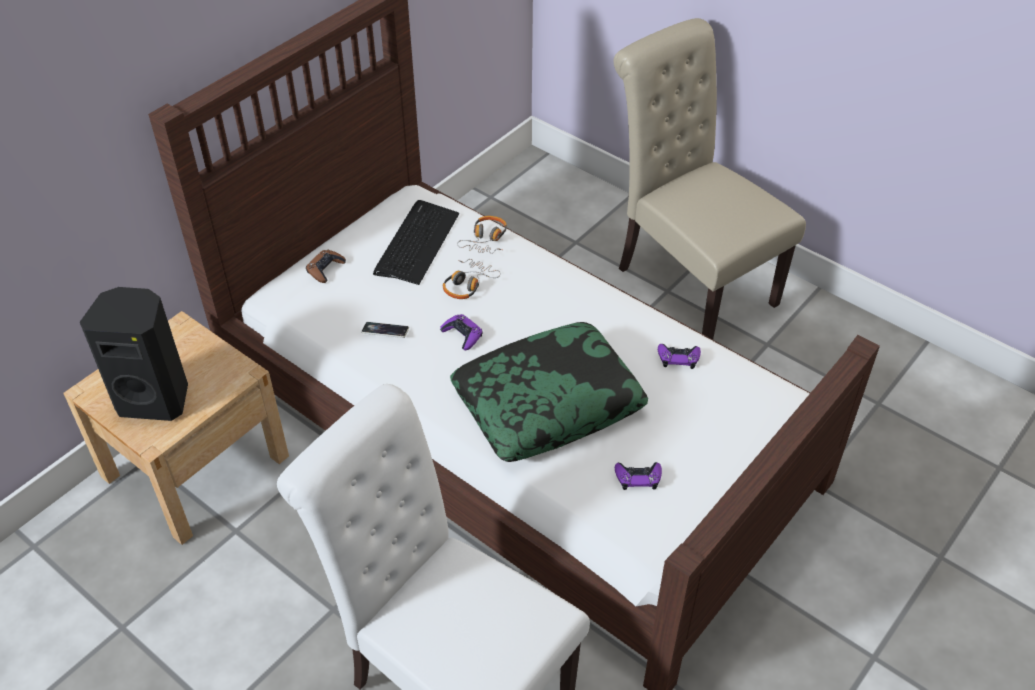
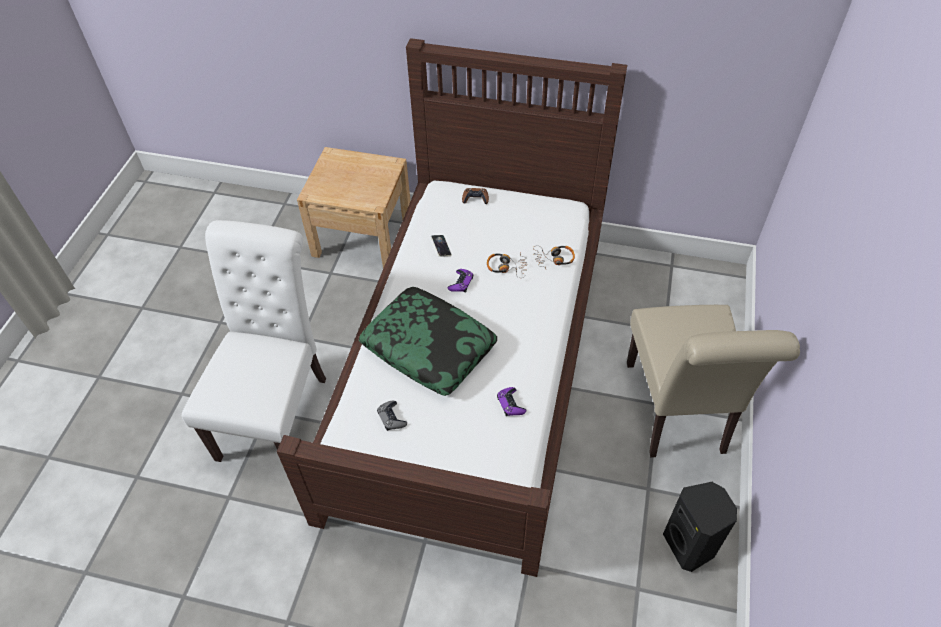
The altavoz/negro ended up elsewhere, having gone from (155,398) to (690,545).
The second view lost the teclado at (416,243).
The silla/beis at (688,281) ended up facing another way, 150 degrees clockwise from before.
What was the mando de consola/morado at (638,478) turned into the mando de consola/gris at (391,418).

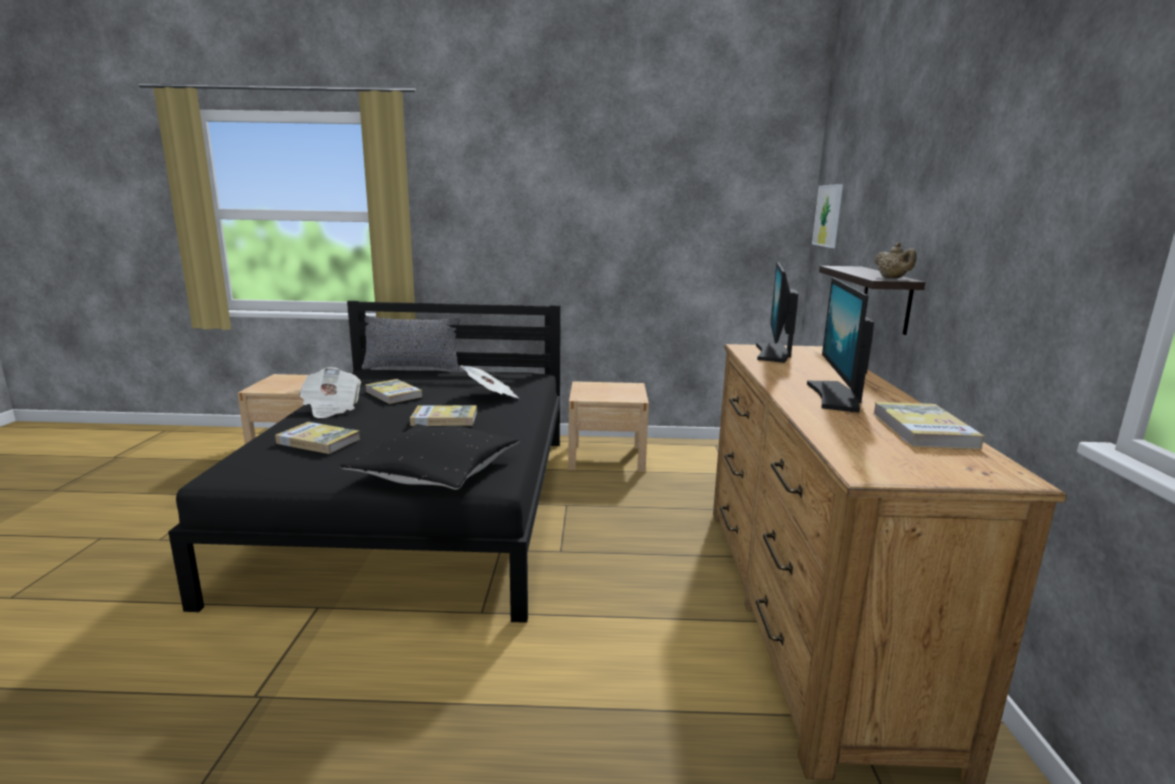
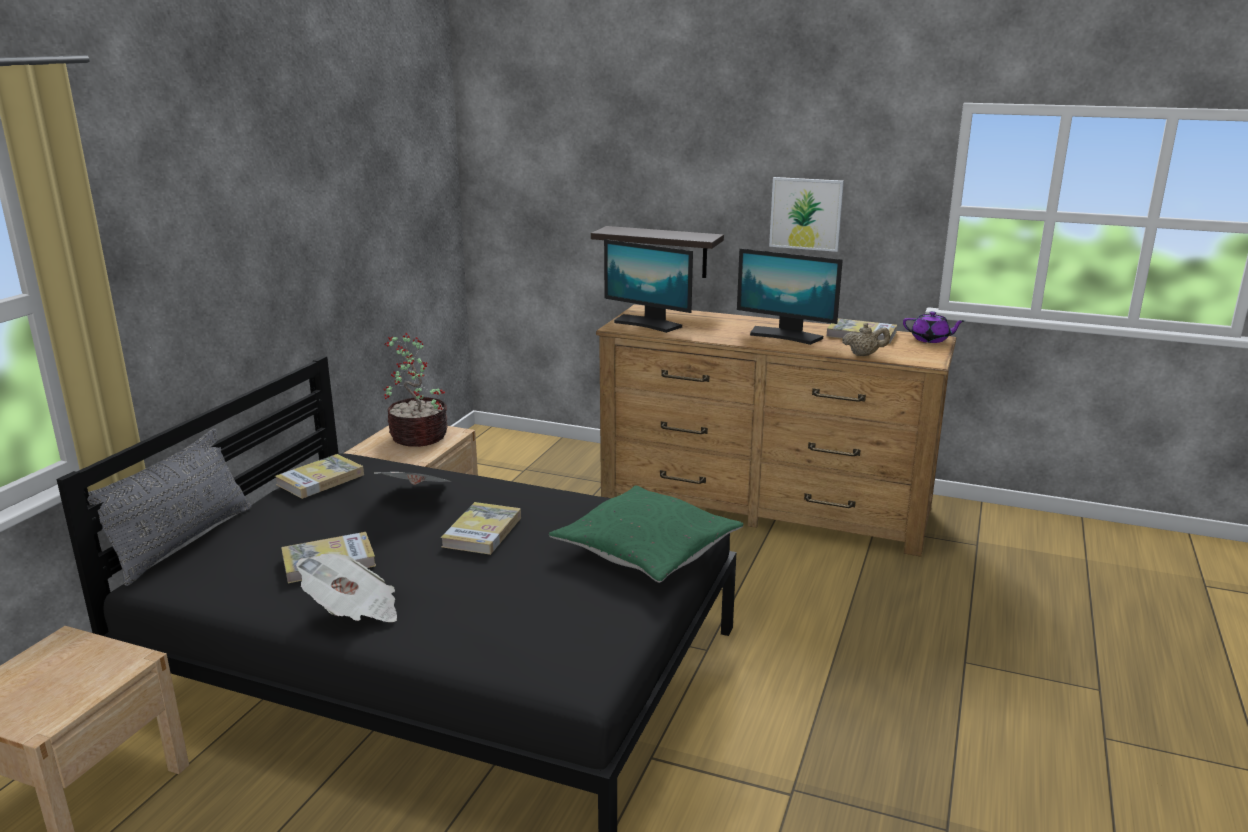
The libro ended up elsewhere, having gone from (318,441) to (320,480).
What was the cojín/negro at (435,471) turned into the cojín/verde at (646,549).
The cuadro ended up elsewhere, having gone from (828,216) to (806,214).
The tetera/beis ended up elsewhere, having gone from (892,278) to (864,355).
The second view gained the planta en maceta at (417,436).
The second view gained the tetera/morado at (930,339).

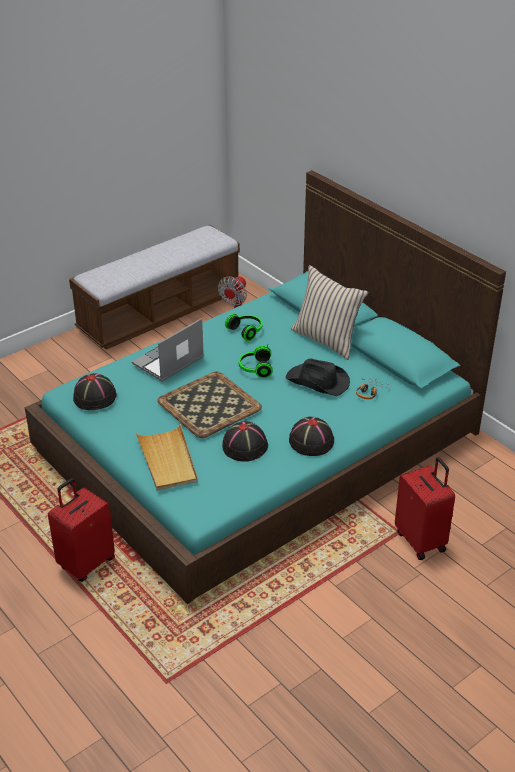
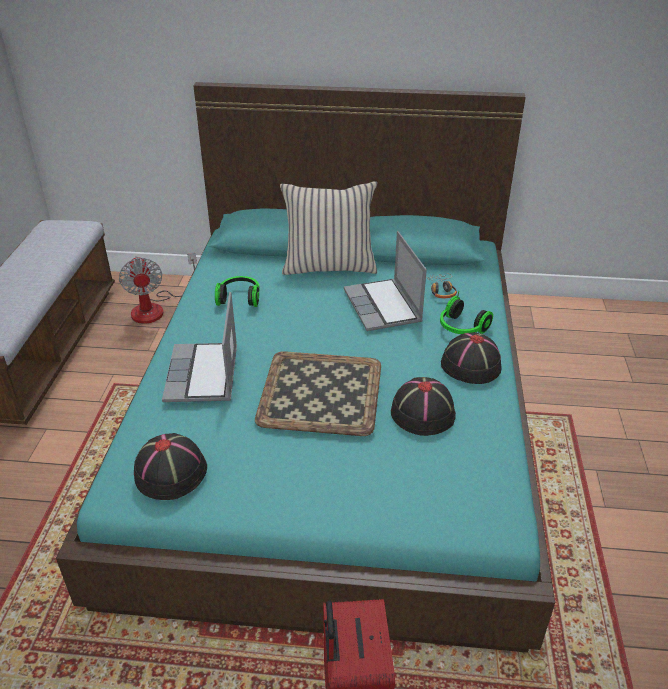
The second view lost the bandeja/beis at (167,460).
The auriculares ended up elsewhere, having gone from (255,368) to (461,328).
Where the sombrero/negro stood at (318,382), the portátil came to stand at (383,307).
The second view lost the maleta/rojo at (421,541).

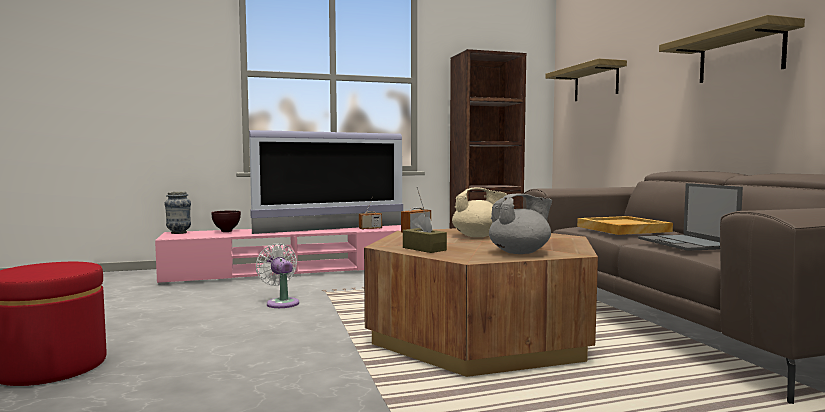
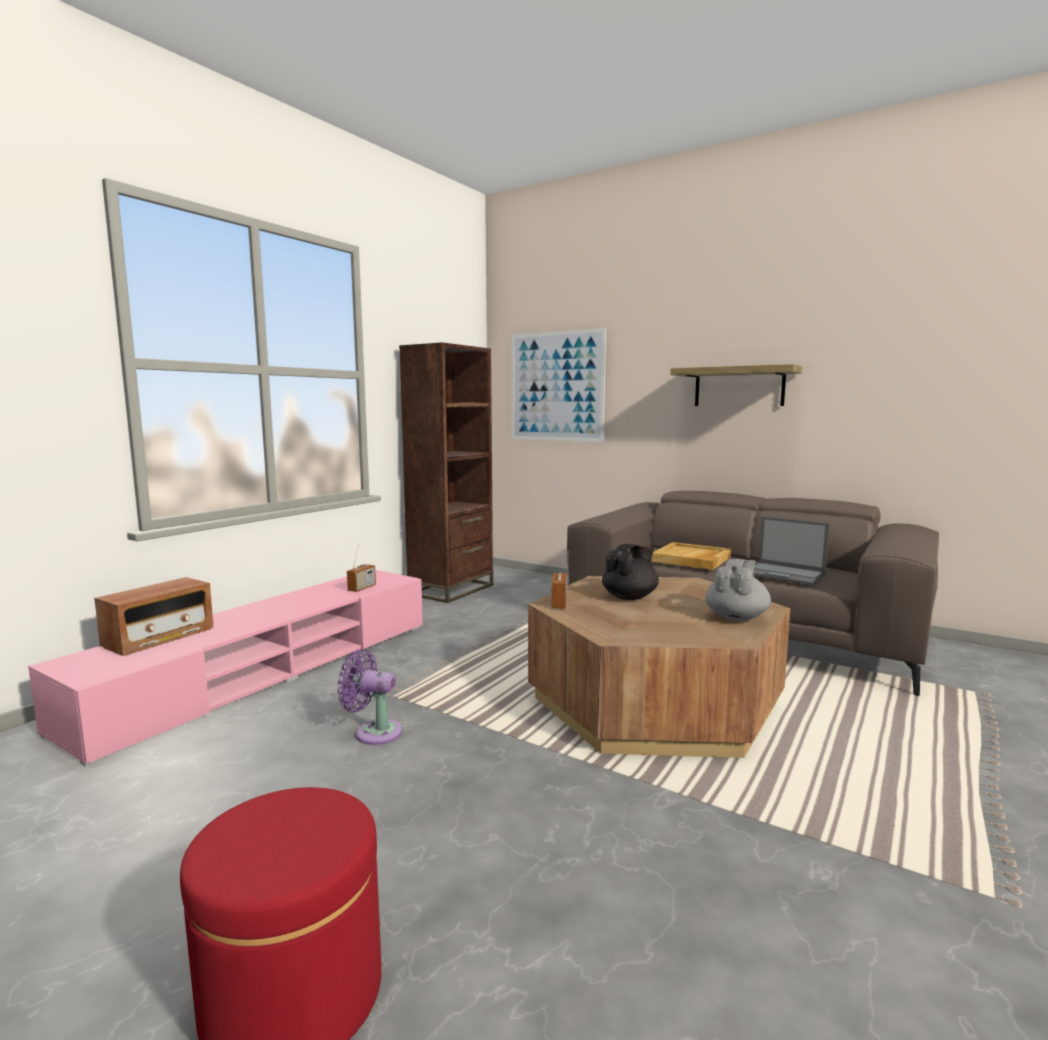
The second view lost the florero at (178,233).
Where the cuenco/marrón stood at (227,231), the radio came to stand at (159,638).
The second view lost the televisor at (331,229).
What was the ventilador/blanco at (281,303) turned into the ventilador/morado at (373,732).
The second view lost the caja de pañuelos/marrón at (424,249).
What was the tetera/beis at (478,236) turned into the tetera/negro at (630,597).
Where the estante hung at (596,82), the cuadro came to hang at (556,386).

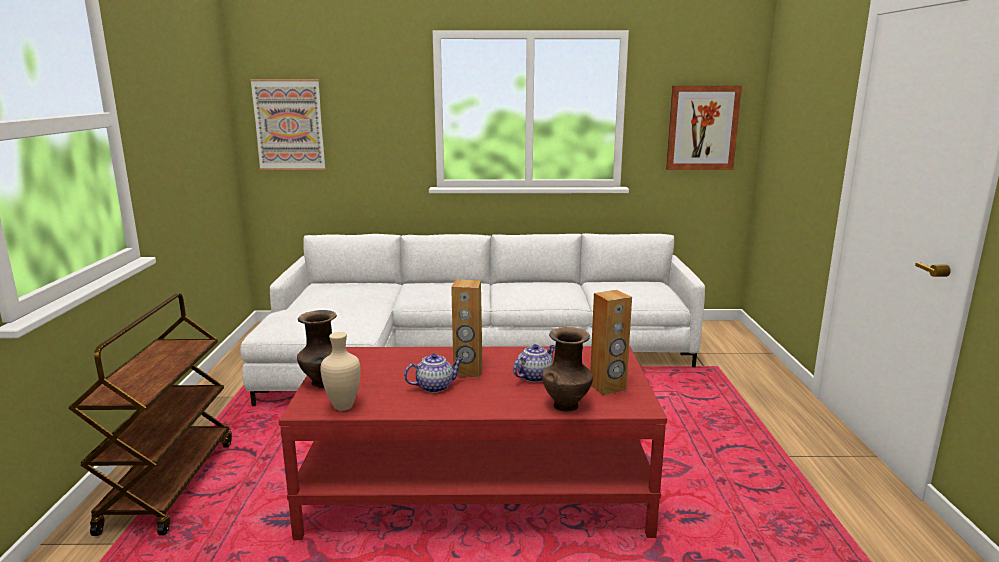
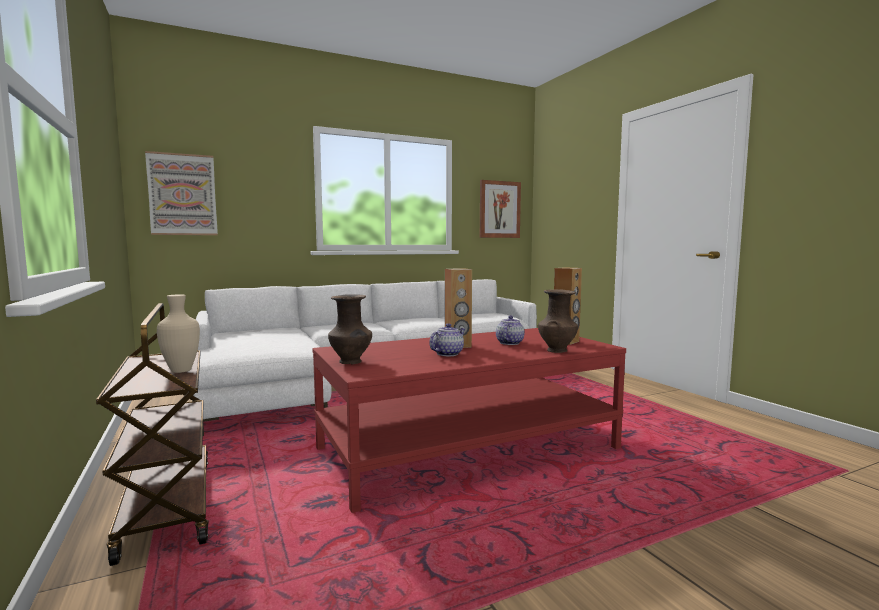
The florero/beis ended up elsewhere, having gone from (344,406) to (182,370).

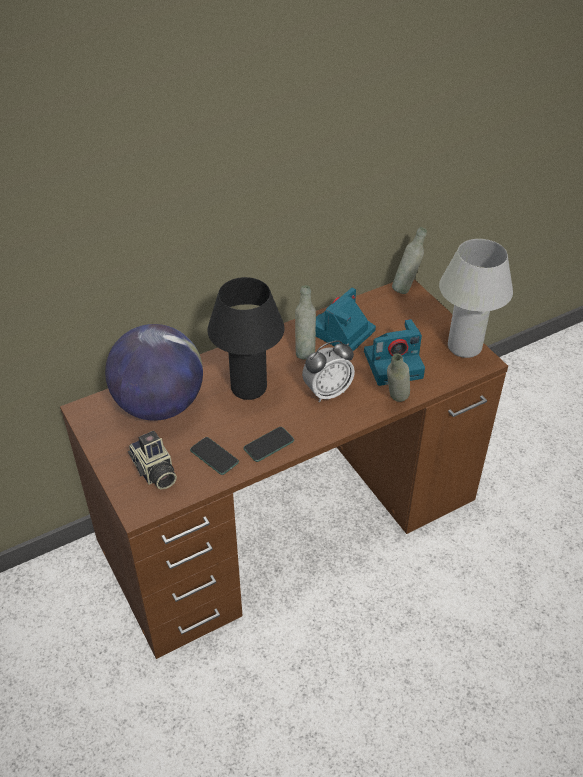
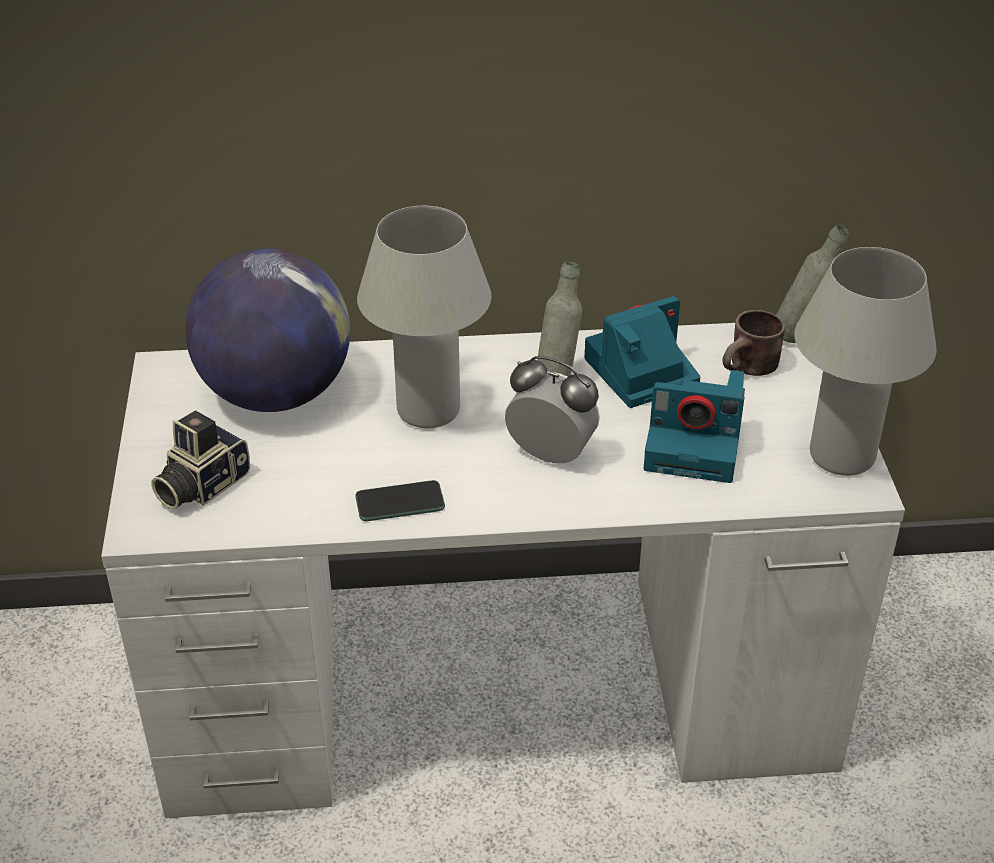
What was the escritorio/marrón at (291,519) turned into the escritorio/blanco at (498,688).
The cámara at (154,472) ended up facing another way, 45 degrees clockwise from before.
The second view lost the móvil at (214,456).
What was the lámpara de mesa/negro at (249,388) turned into the lámpara de mesa/blanco at (428,410).
The despertador at (327,392) ended up facing another way, 150 degrees counterclockwise from before.
The second view lost the botella/gris at (395,403).
The second view gained the taza grande/marrón at (751,370).

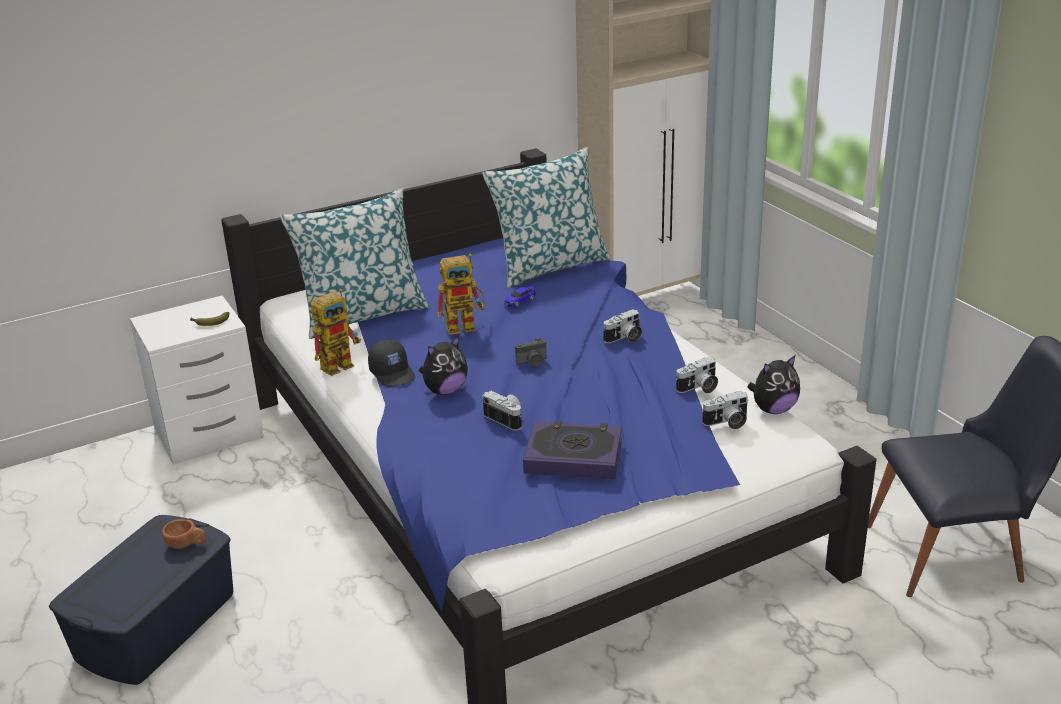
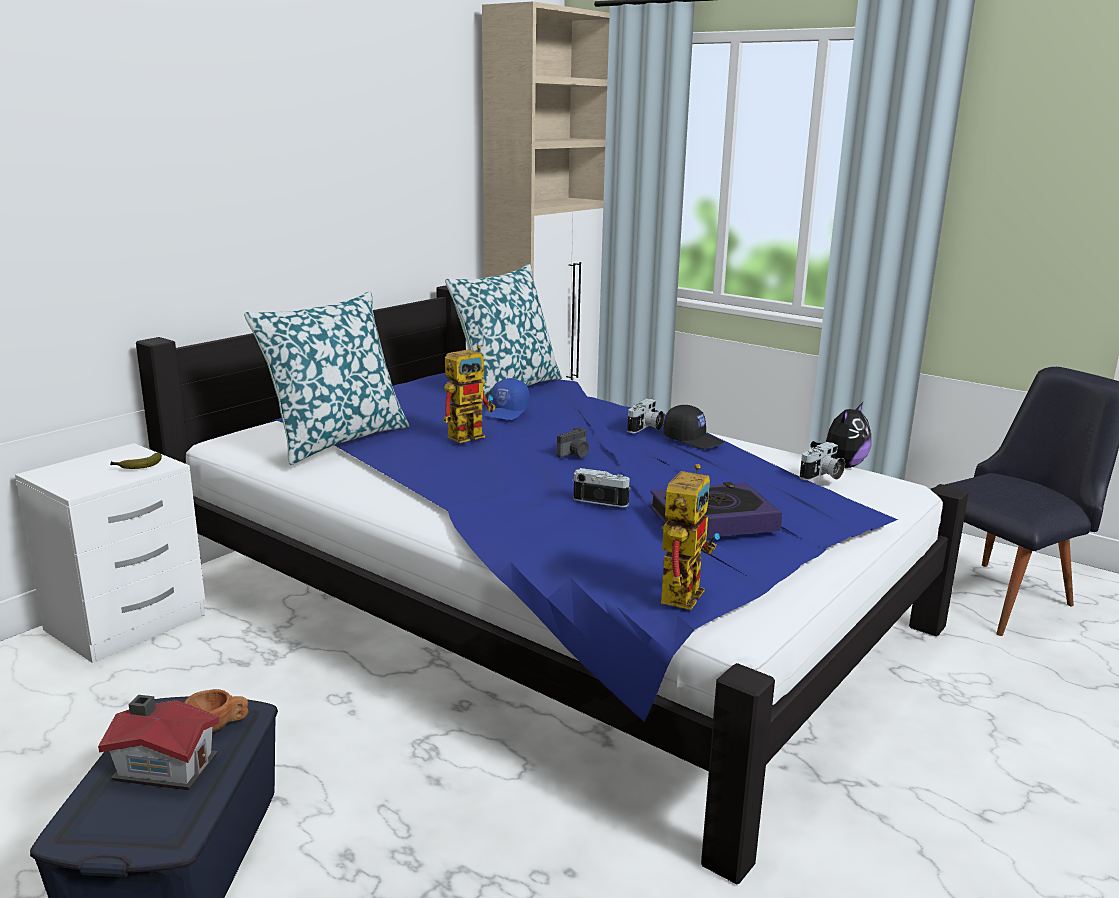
The robot de juguete ended up elsewhere, having gone from (341,363) to (680,590).
The gorra/negro ended up elsewhere, having gone from (393,373) to (693,440).
The second view lost the peluche at (445,390).
Where the coche de juguete stood at (520,301), the gorra/azul came to stand at (507,412).
The second view lost the cámara at (699,388).
The second view gained the casita at (165,766).

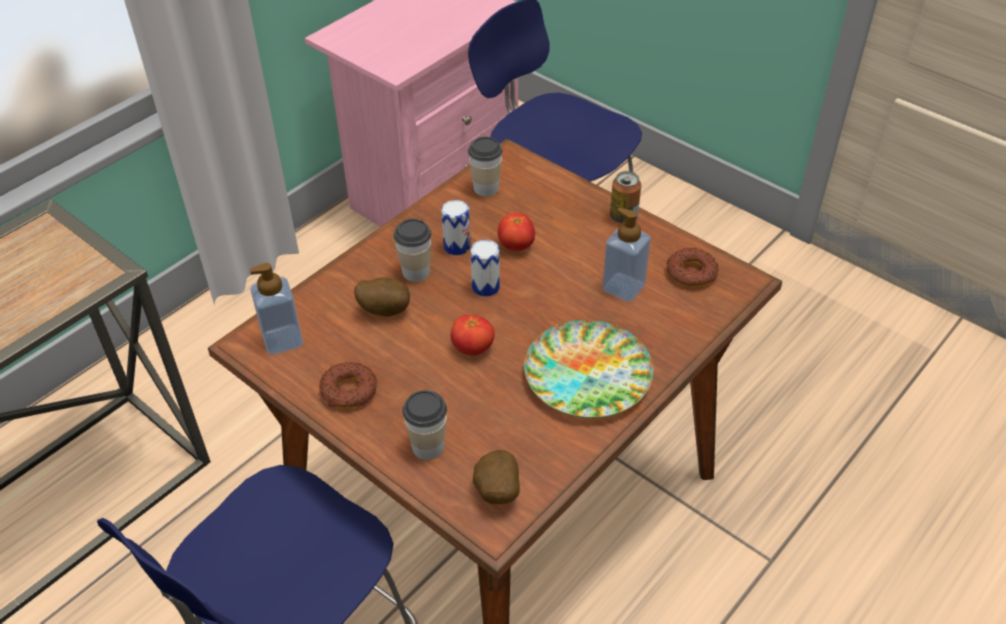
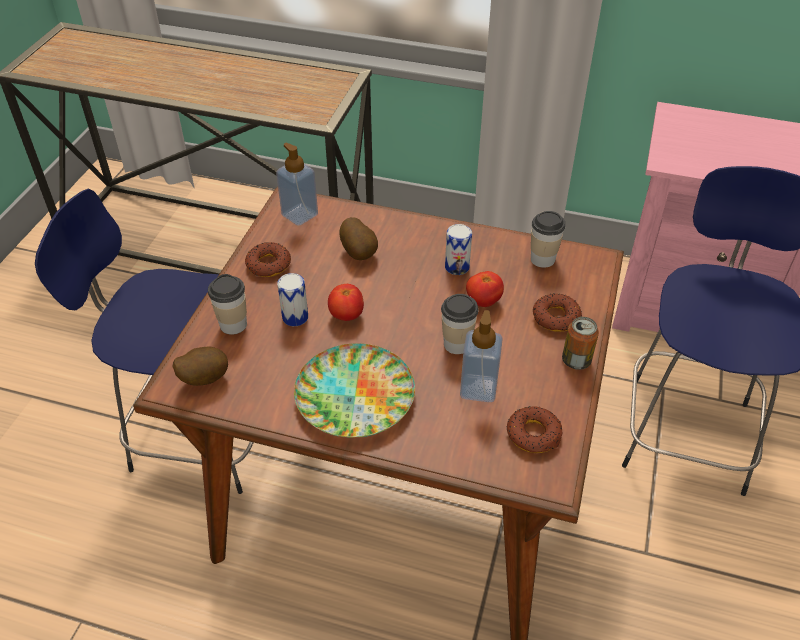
The taza ended up elsewhere, having gone from (416,272) to (457,344).
The lata ended up elsewhere, having gone from (485,287) to (295,317).
The second view gained the rosquilla at (555,317).

